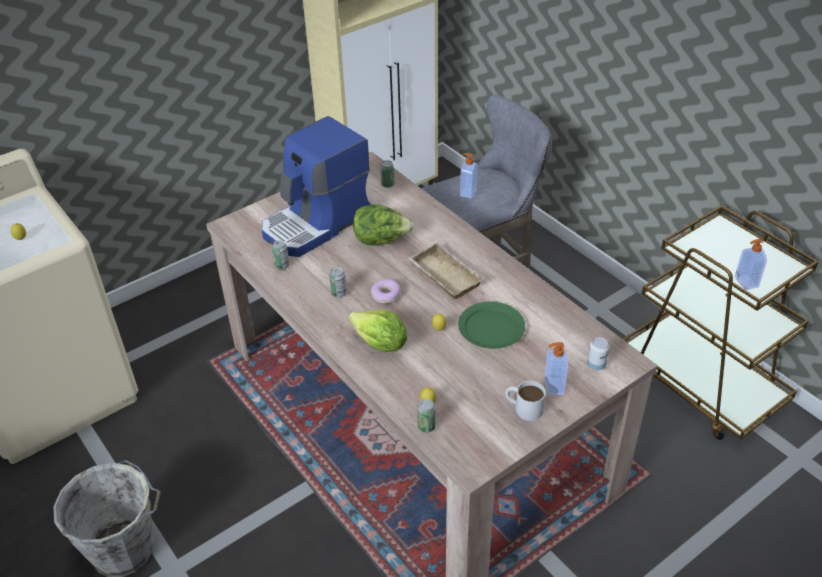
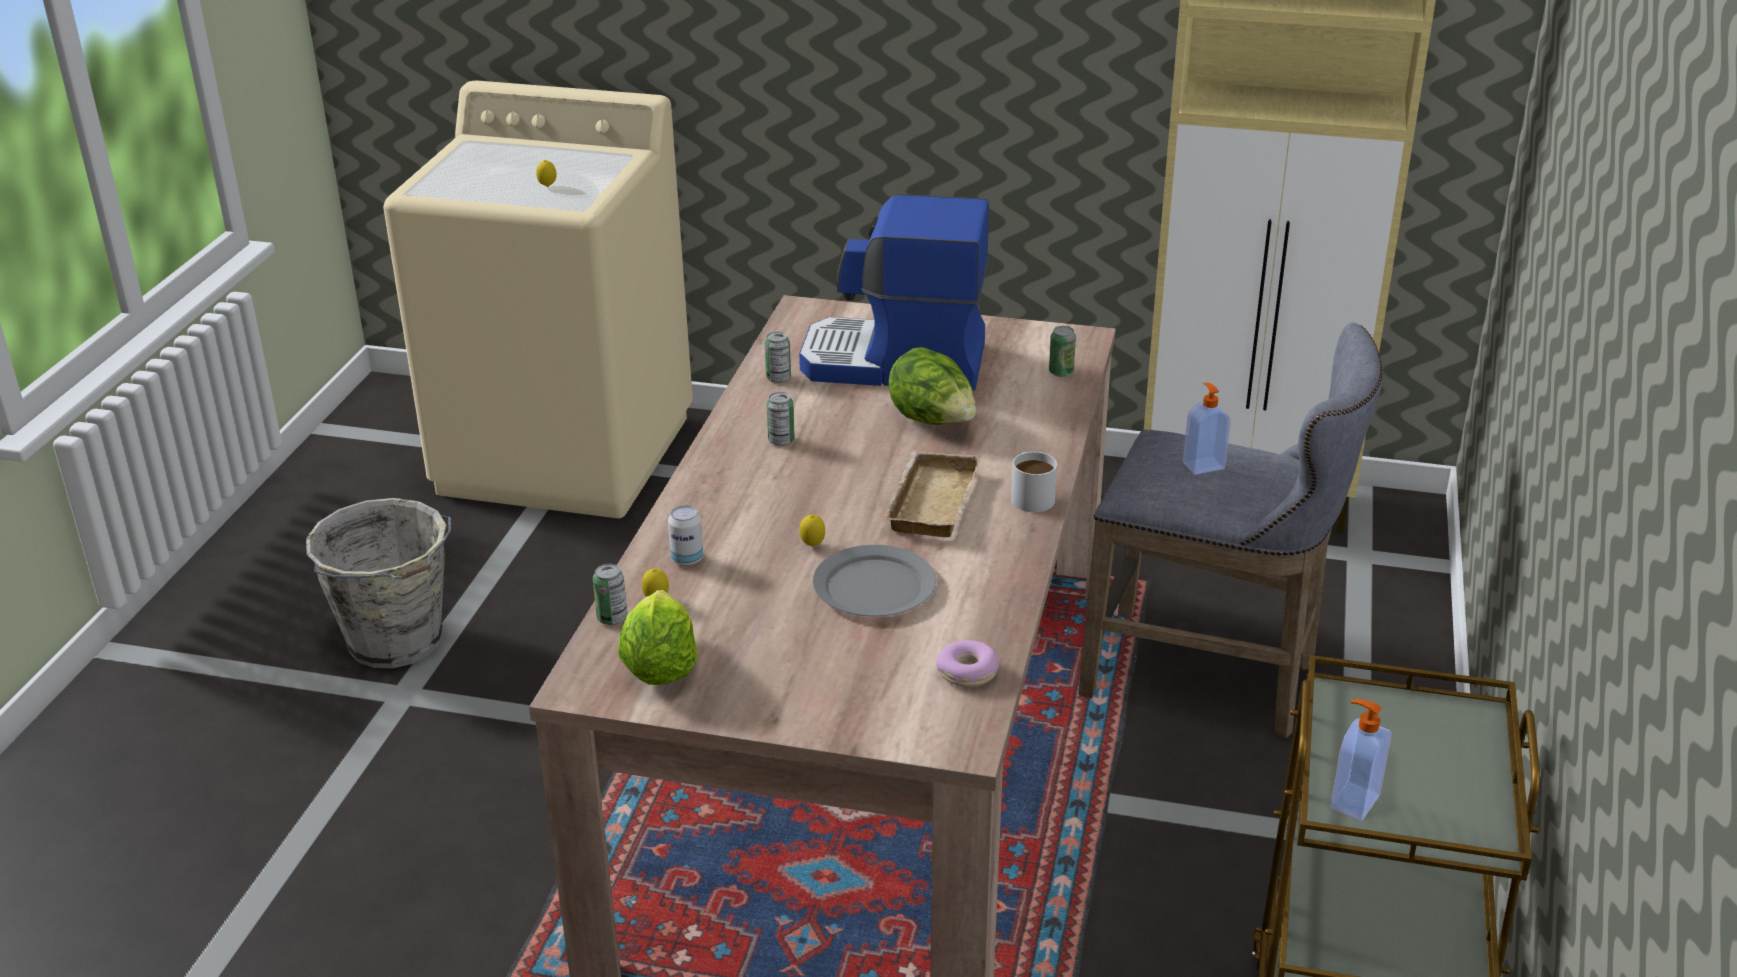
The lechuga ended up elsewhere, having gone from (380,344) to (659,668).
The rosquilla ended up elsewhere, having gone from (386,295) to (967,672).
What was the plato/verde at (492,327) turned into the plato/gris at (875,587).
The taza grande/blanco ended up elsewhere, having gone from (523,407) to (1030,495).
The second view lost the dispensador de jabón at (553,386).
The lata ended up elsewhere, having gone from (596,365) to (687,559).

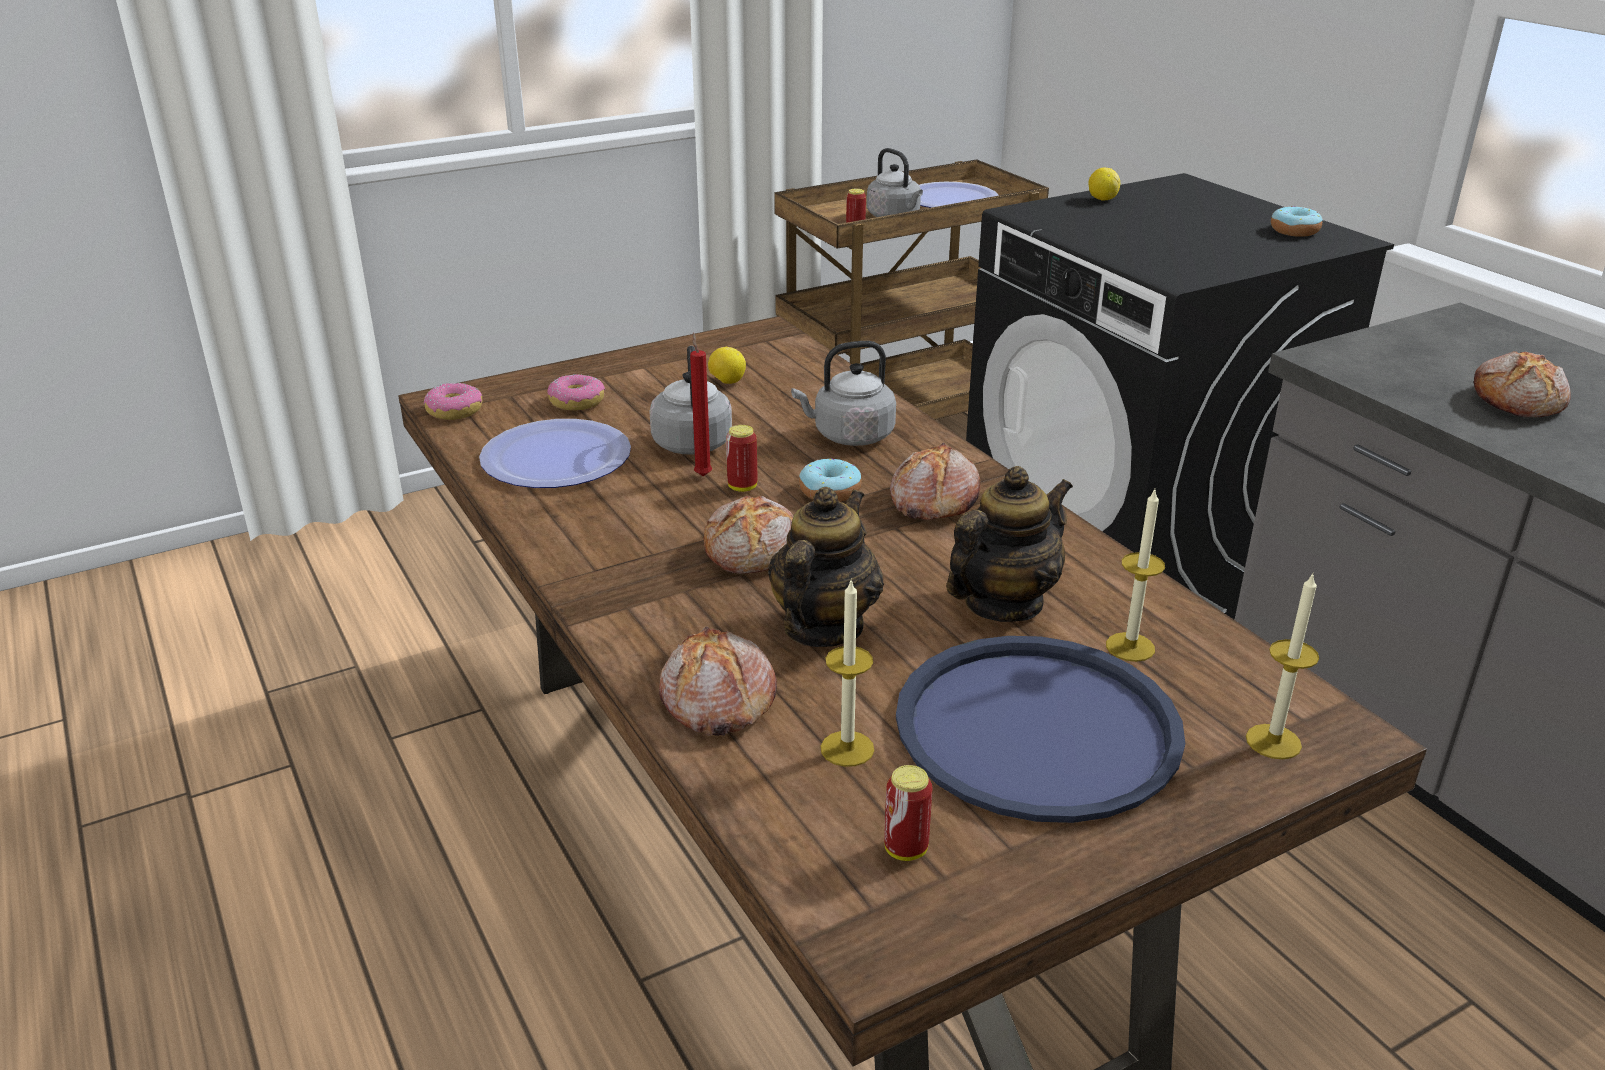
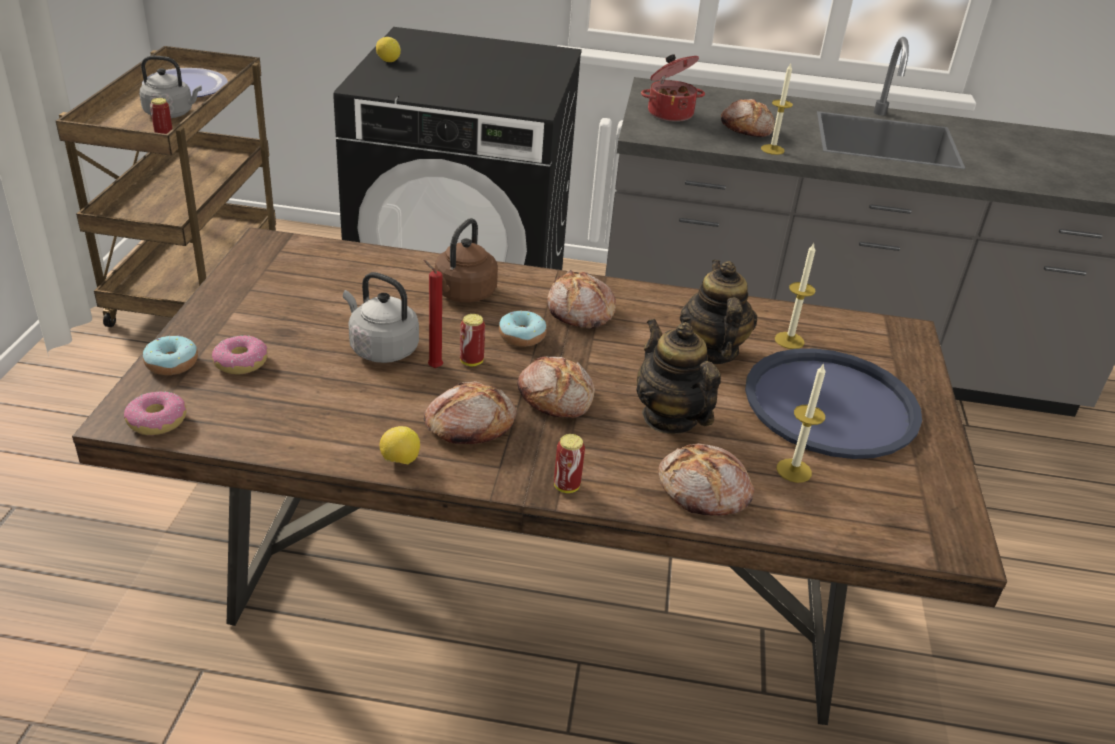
The second view lost the plato at (556,458).
The limón ended up elsewhere, having gone from (727,382) to (400,461).
What was the hervidor/gris at (849,436) turned into the hervidor/marrón at (463,294).
The lata ended up elsewhere, having gone from (906,849) to (566,486).
The vela ended up elsewhere, having gone from (1273,741) to (772,149).
The rosquilla ended up elsewhere, having gone from (1294,231) to (172,364).
The second view gained the pan at (469,425).
The second view gained the olla at (669,113).

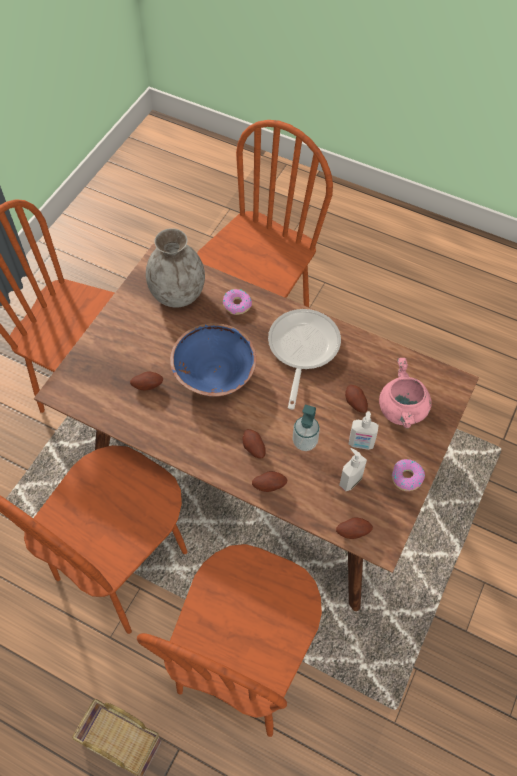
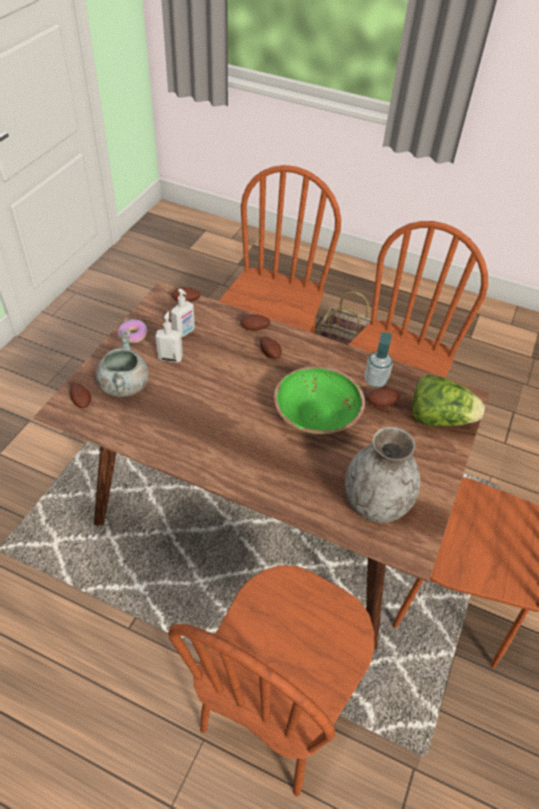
What was the cuenco/azul at (214,372) turned into the cuenco/verde at (317,416).
The second view lost the rosquilla at (237,304).
The second view lost the sartén at (302,350).
The dispensador de jabón ended up elsewhere, having gone from (305,442) to (375,381).
The patata ended up elsewhere, having gone from (355,403) to (82,402).
What was the olla/rosa at (402,410) turned into the olla/gris at (124,385).
The second view gained the lechuga at (439,418).

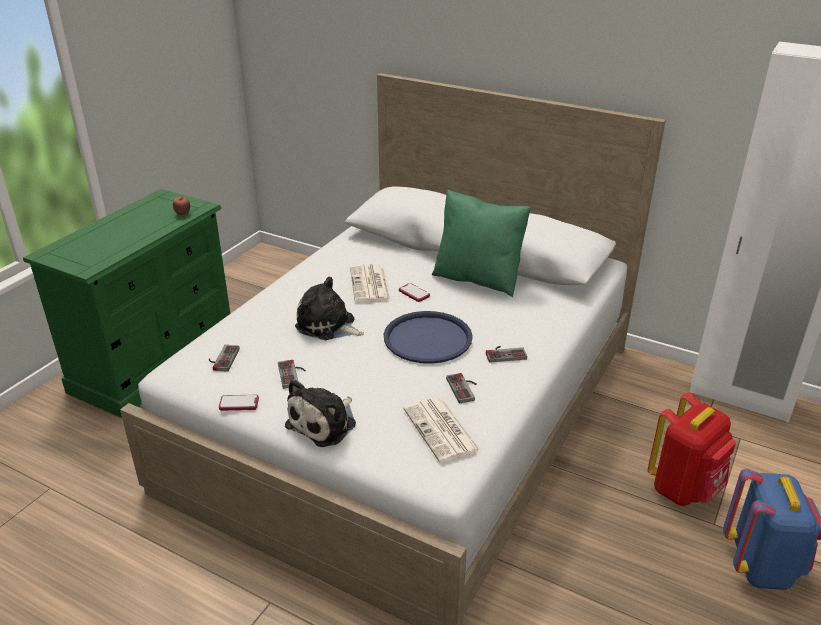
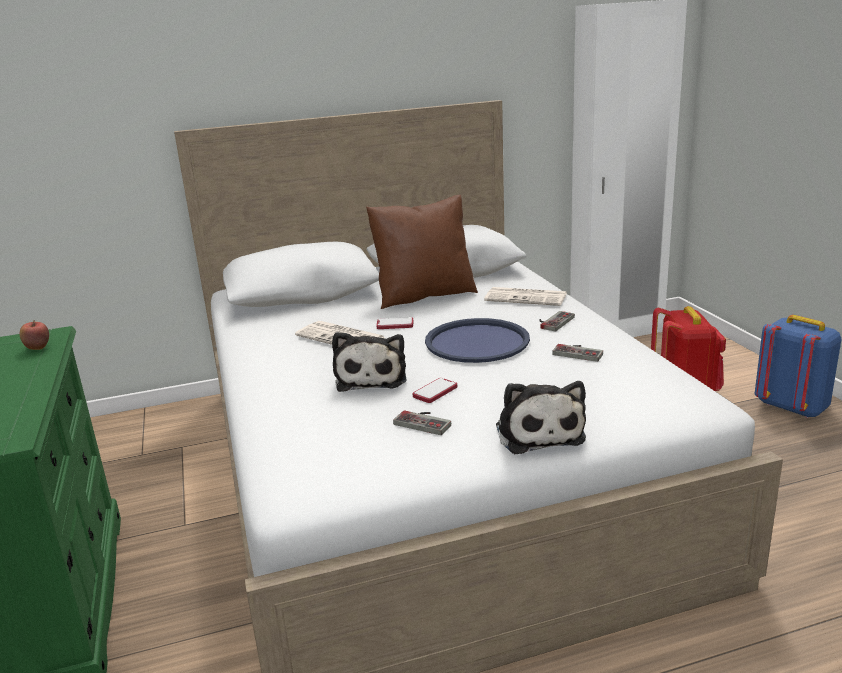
The second view lost the mando de consola at (221,359).
The móvil ended up elsewhere, having gone from (239,403) to (435,392).
The peluche at (328,326) ended up facing another way, 75 degrees counterclockwise from before.
The periódico ended up elsewhere, having gone from (442,430) to (527,297).
What was the cojín/verde at (478,279) turned into the cojín/marrón at (424,295).

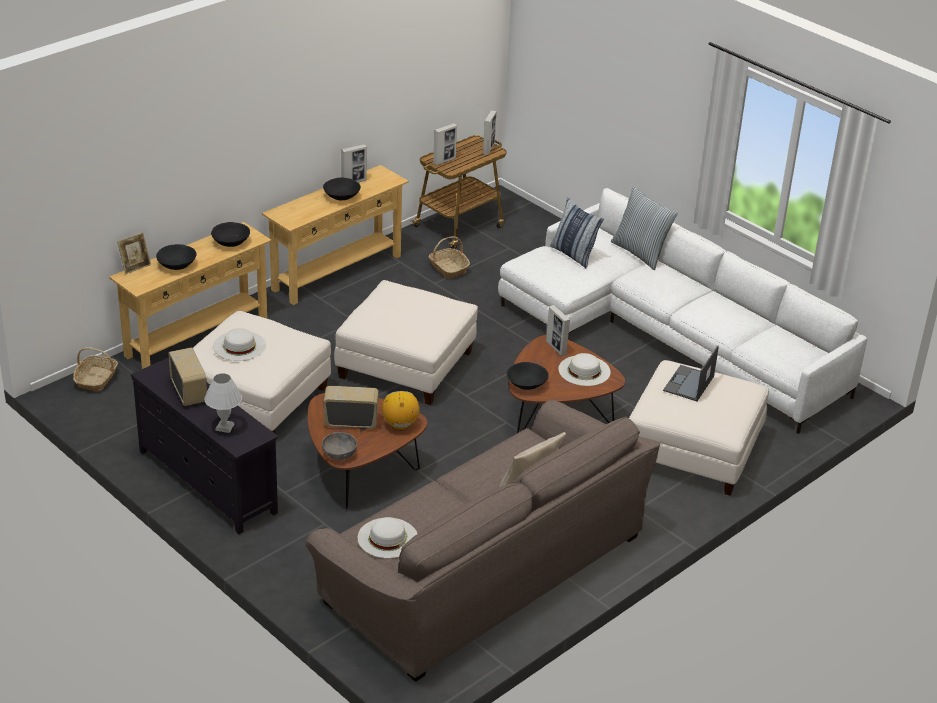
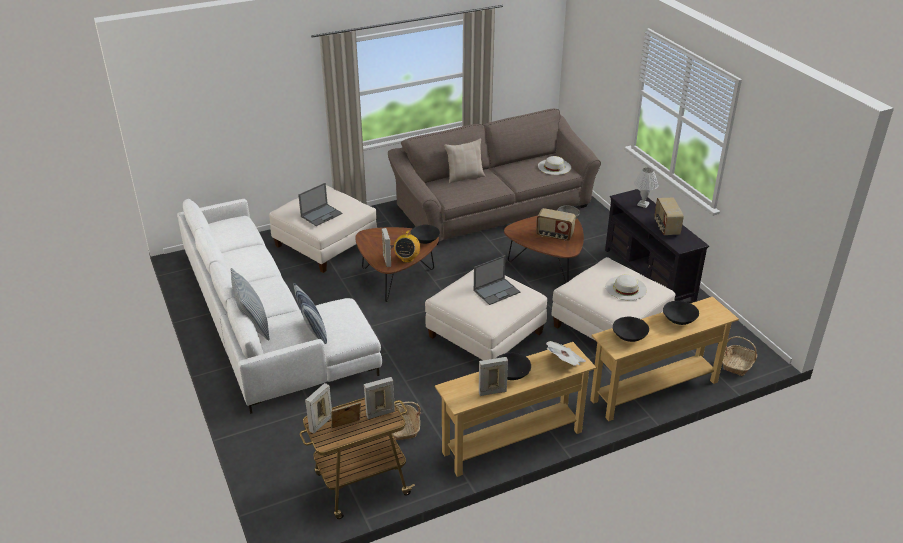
The portarretratos ended up elsewhere, having gone from (135,267) to (346,427).
The radio ended up elsewhere, having gone from (400,425) to (407,259).
The second view lost the sombrero/blanco at (584,370).
The second view gained the portátil at (497,291).
The second view gained the periódico at (565,362).

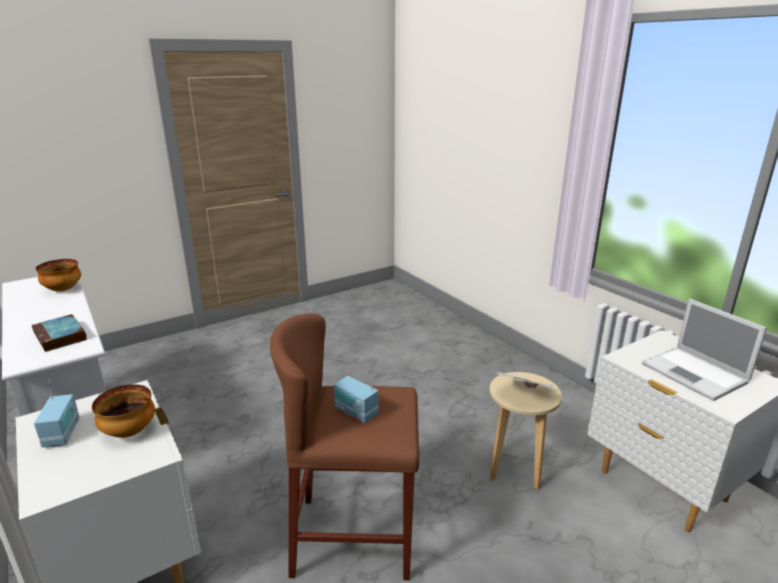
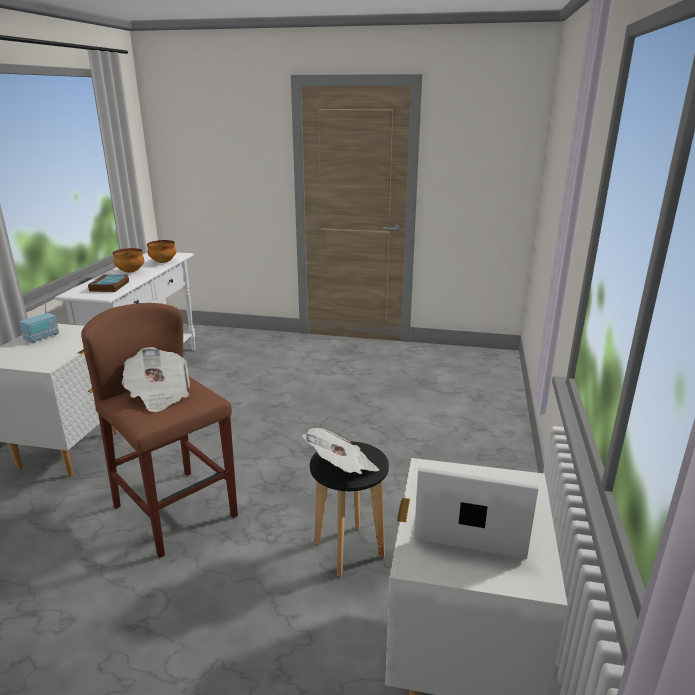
The cuenco ended up elsewhere, having gone from (129,432) to (130,272).
Where the radio stood at (356,412), the periódico came to stand at (159,395).
What was the taburete/beis at (516,469) turned into the taburete/negro at (349,550).
The portátil at (696,374) ended up facing another way, 90 degrees clockwise from before.

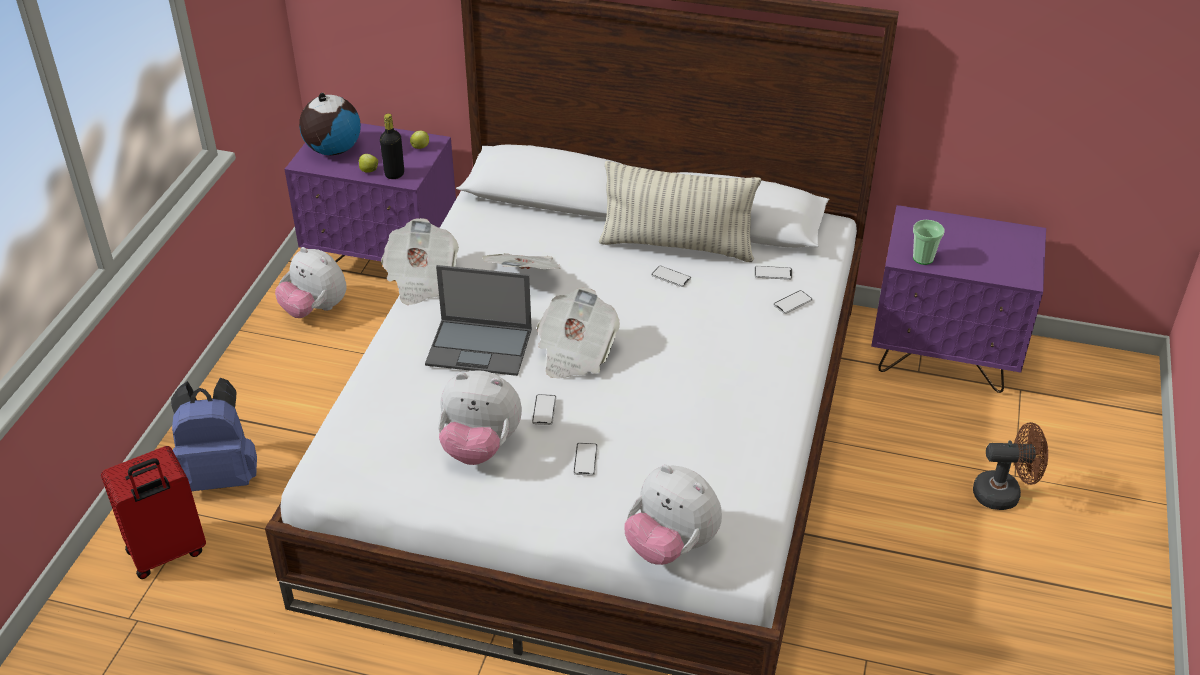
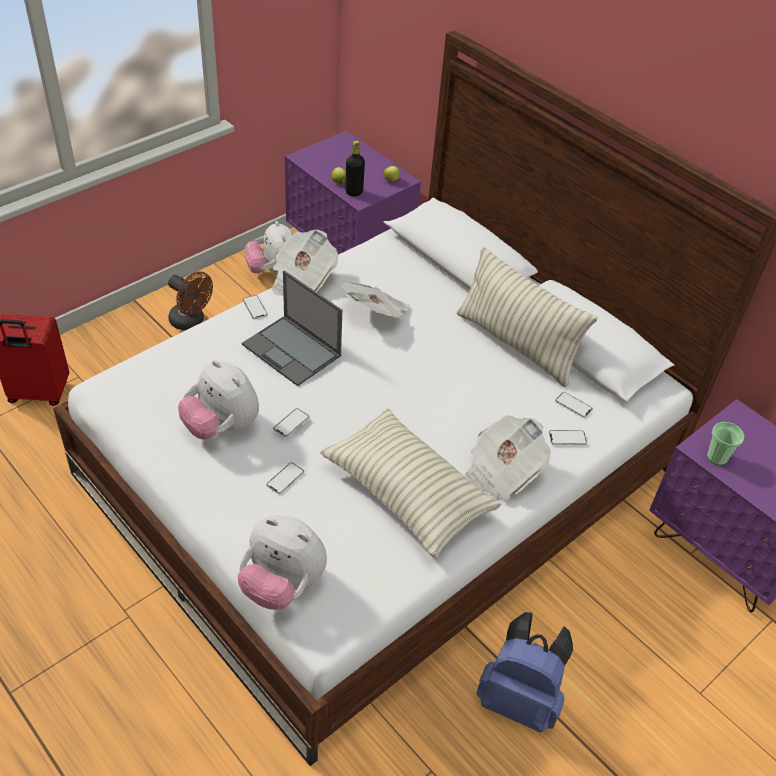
The mochila/azul ended up elsewhere, having gone from (221,475) to (519,699).
The second view lost the globo terráqueo at (333,150).
The periódico ended up elsewhere, having gone from (575,352) to (501,471).
The peluche at (671,545) ended up facing another way, 45 degrees counterclockwise from before.
The móvil ended up elsewhere, having gone from (671,277) to (255,307).
The ventilador/marrón ended up elsewhere, having gone from (1004,494) to (191,322).
The second view gained the cojín at (407,493).

